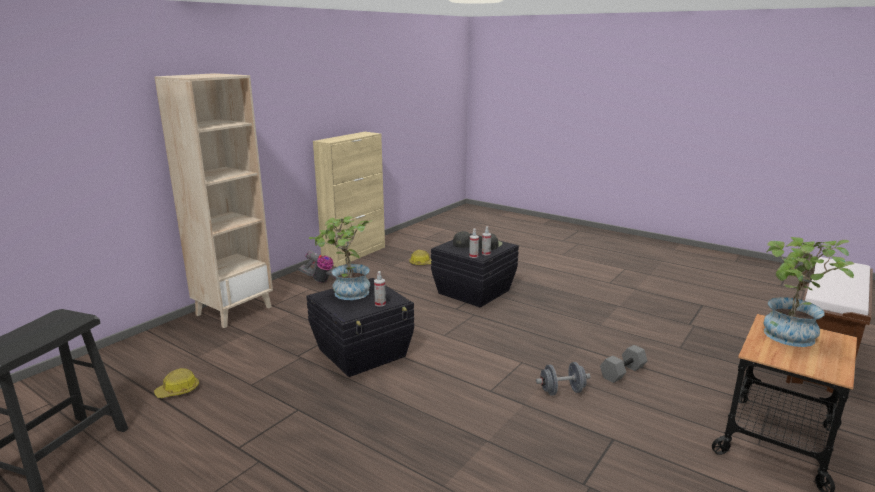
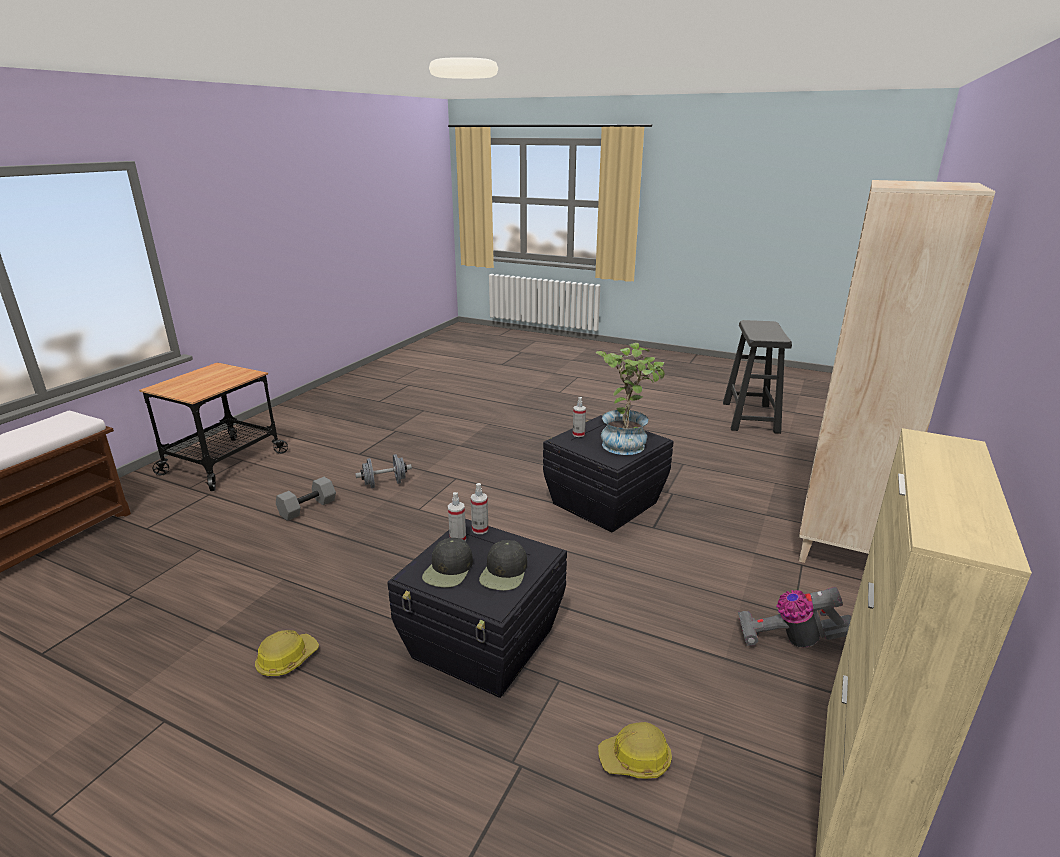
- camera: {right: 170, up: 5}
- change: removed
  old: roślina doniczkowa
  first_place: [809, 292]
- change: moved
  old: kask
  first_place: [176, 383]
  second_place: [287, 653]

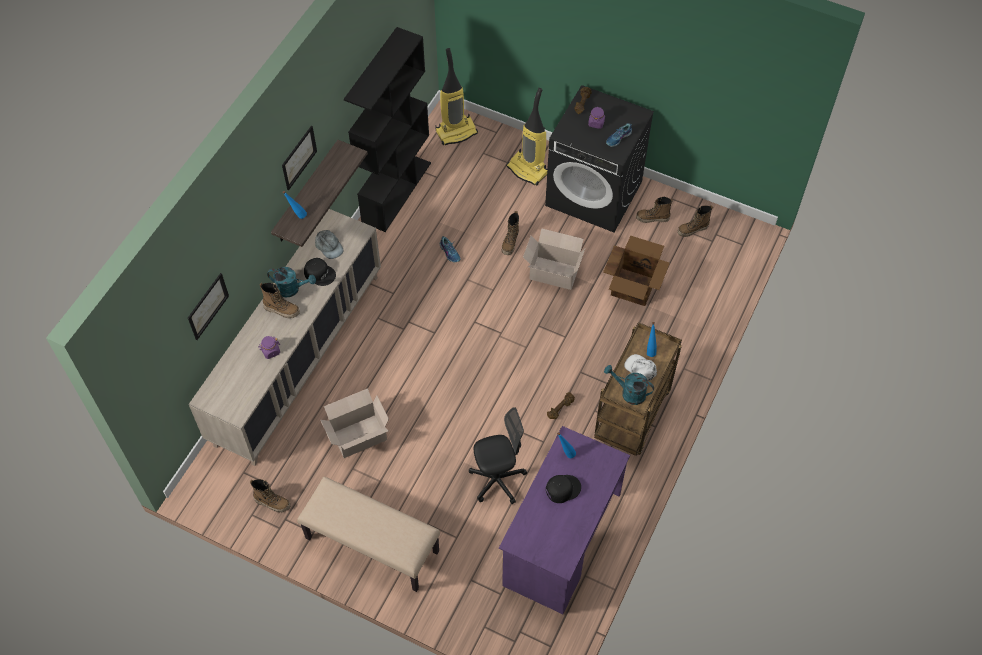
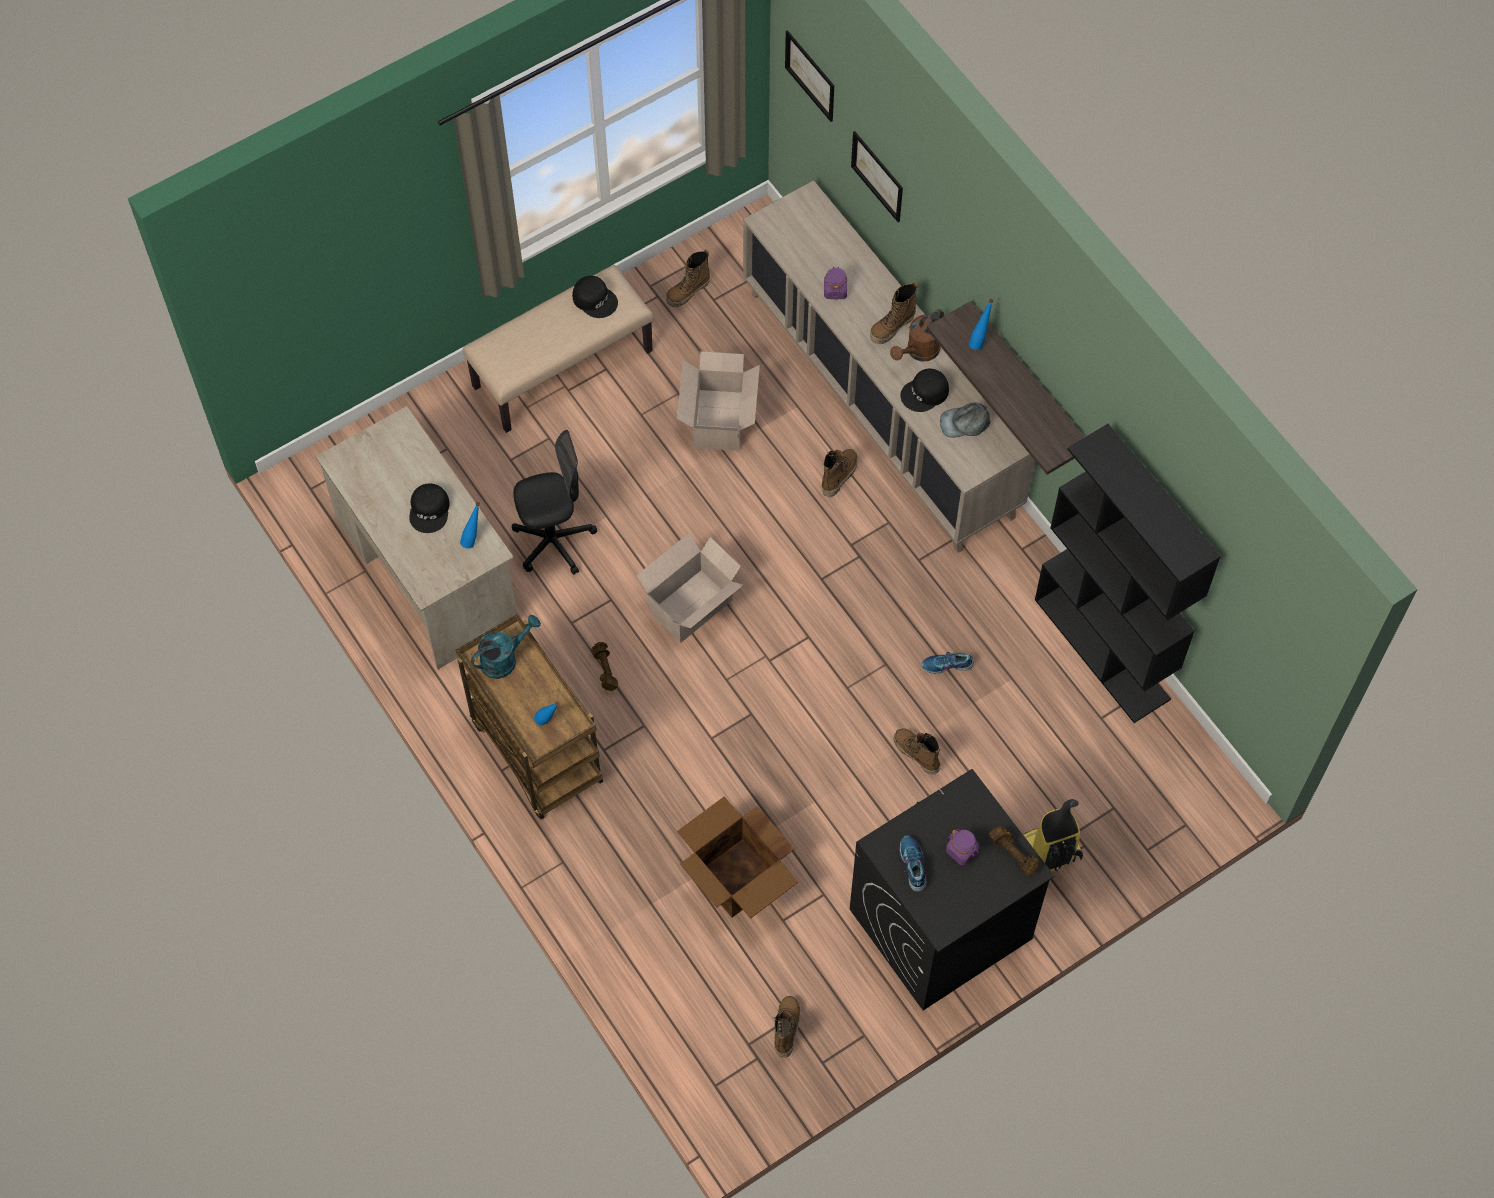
- camera: {right: 120, up: 5}
- change: removed
  old: odkurzacz
  first_place: [456, 96]
- change: moved
  old: obraz
  first_place: [299, 158]
  second_place: [809, 76]
- change: moved
  old: but z cholewką
  first_place: [654, 210]
  second_place: [839, 473]
- change: moved
  old: karton
  first_place: [554, 259]
  second_place: [690, 588]
- change: recoloured
  old: konewka/turkusowy
  new: konewka/brązowy
  first_place: [291, 282]
  second_place: [917, 335]
- change: removed
  old: czapka z daszkiem/biały
  first_place: [640, 367]
- change: turned
  old: krzesło biurowe/czarny
  first_place: [498, 455]
  second_place: [554, 502]
  degrees: -120
- change: recoloured
  old: biurko/fioletowy
  new: biurko/beżowy
  first_place: [564, 520]
  second_place: [416, 537]
- change: added
  new: czapka z daszkiem/czarny
  second_place: [595, 297]

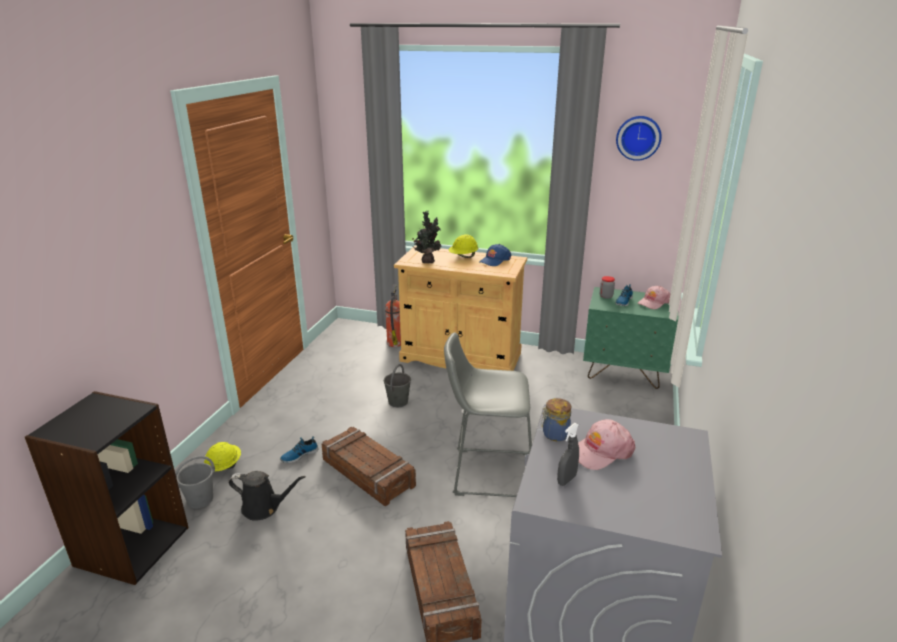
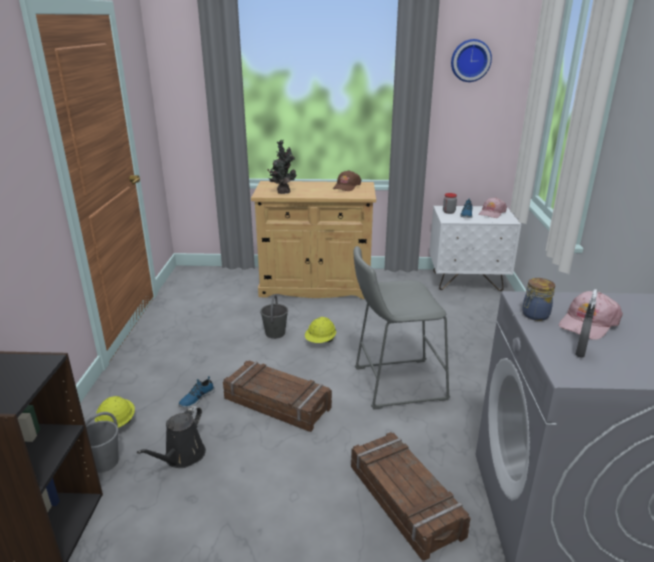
- camera: {right: -15, up: 0}
- change: moved
  old: kask/żółty
  first_place: [463, 246]
  second_place: [320, 330]
- change: recoloured
  old: czapka z daszkiem/niebieski
  new: czapka z daszkiem/brązowy
  first_place: [495, 255]
  second_place: [347, 180]
- change: removed
  old: gaśnica
  first_place: [393, 316]
- change: recoloured
  old: szafka nocna/zielony
  new: szafka nocna/biały
  first_place: [630, 338]
  second_place: [475, 248]
- change: turned
  old: konewka/czarny
  first_place: [267, 496]
  second_place: [171, 437]
  degrees: 120

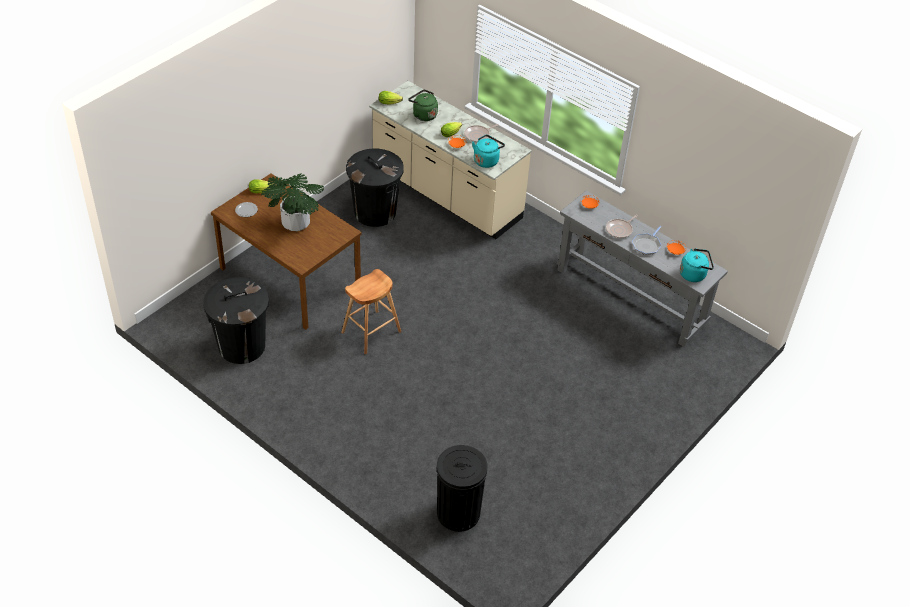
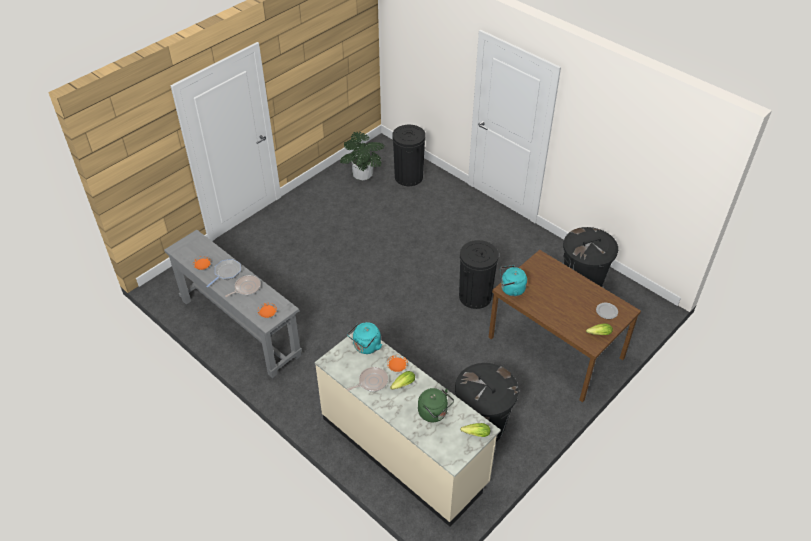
- camera: {right: -175, up: 0}
- change: moved
  old: roślina doniczkowa
  first_place: [292, 202]
  second_place: [362, 156]
- change: moved
  old: czajnik/turkusowy
  first_place: [697, 265]
  second_place: [513, 280]
- change: replaced
  old: stołek/brązowy
  new: kosz na śmieci/czarny
  first_place: [371, 311]
  second_place: [479, 274]

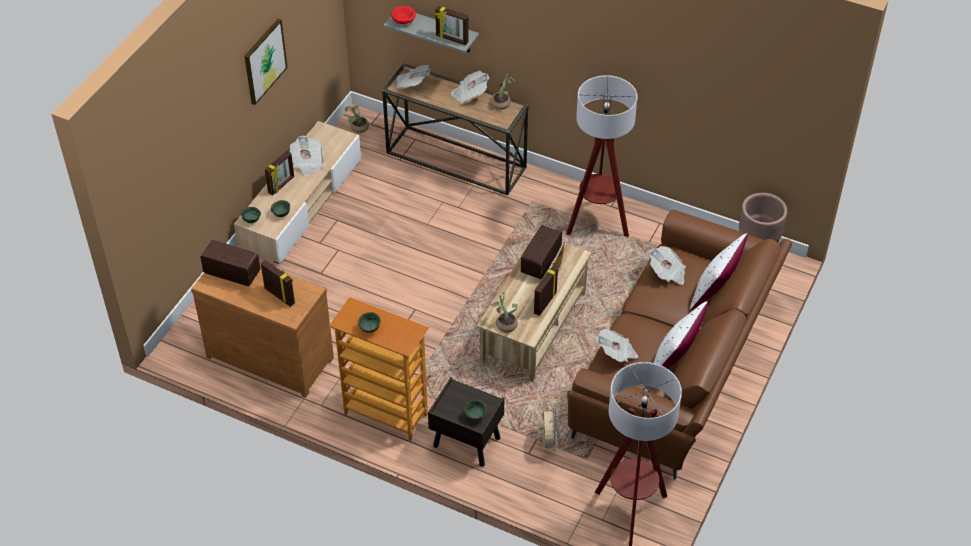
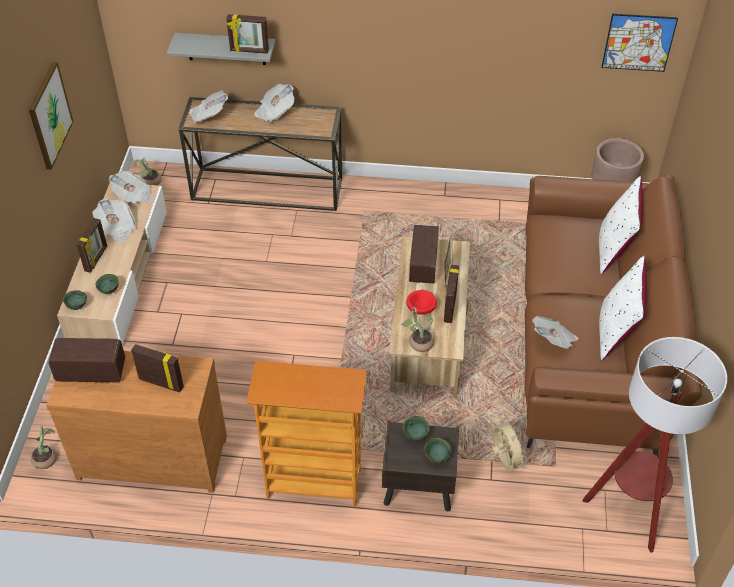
- camera: {right: -20, up: 0}
- change: moved
  old: miska/czerwony
  first_place: [403, 15]
  second_place: [421, 302]
- change: moved
  old: roślina doniczkowa
  first_place: [503, 92]
  second_place: [43, 447]
- change: removed
  old: lampa stojąca
  first_place: [602, 156]
- change: moved
  old: gazeta
  first_place: [668, 265]
  second_place: [130, 187]
- change: moved
  old: miska/zielony
  first_place: [369, 322]
  second_place: [416, 428]
- change: added
  new: obraz
  second_place: [639, 43]

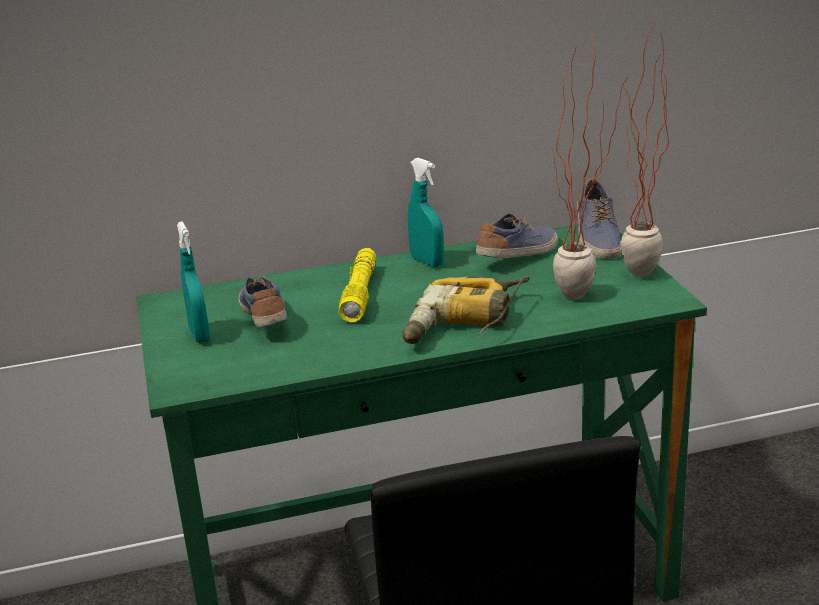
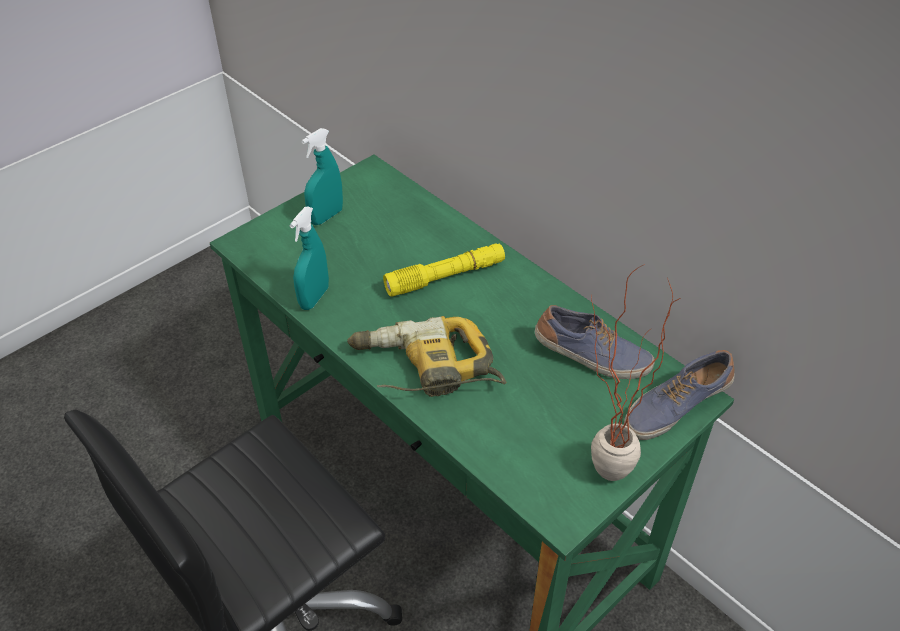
- camera: {right: 60, up: 20}
- change: removed
  old: roślina doniczkowa
  first_place: [589, 169]
- change: moved
  old: spryskiwacz/turkusowy
  first_place: [426, 212]
  second_place: [309, 258]
- change: removed
  old: but
  first_place: [263, 301]

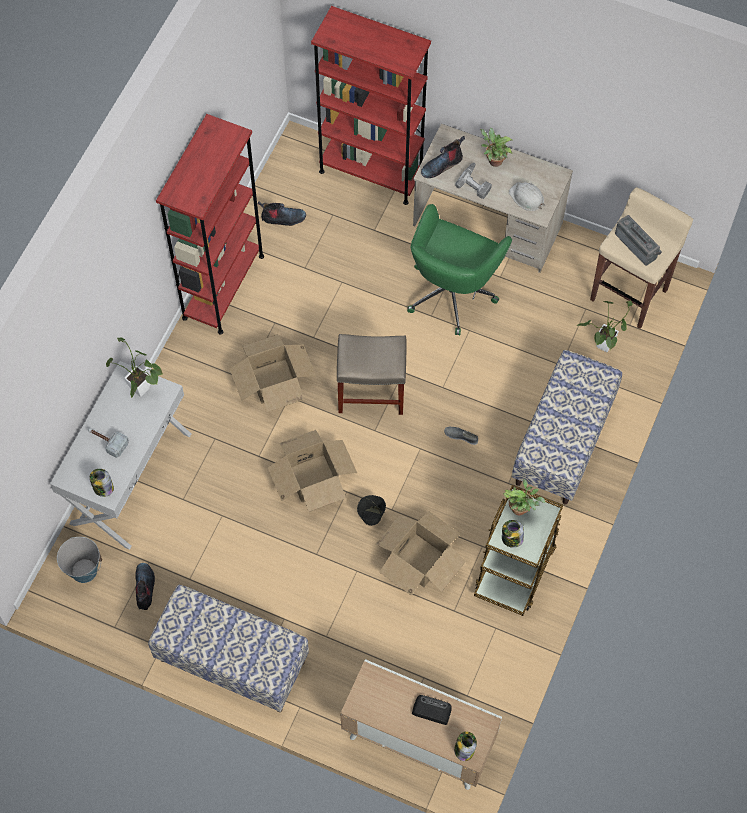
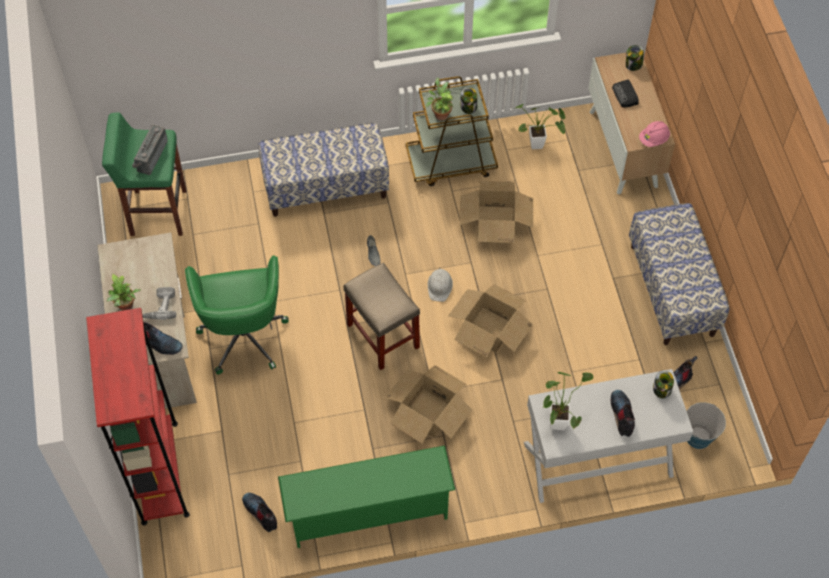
- camera: {right: -125, up: -5}
- change: replaced
  old: regał/czerwony
  new: regał na buty/zielony
  first_place: [210, 224]
  second_place: [366, 496]
- change: moved
  old: kask/biały
  first_place: [527, 196]
  second_place: [440, 284]
- change: recoloured
  old: stołek/beżowy
  new: stołek/zielony
  first_place: [642, 258]
  second_place: [144, 174]
- change: turned
  old: krzesło biurowe/zielony
  first_place: [459, 269]
  second_place: [237, 314]
  degrees: 90
- change: moved
  old: roślina doniczkowa
  first_place: [605, 326]
  second_place: [540, 126]
- change: replaced
  old: młotek
  new: but z cholewką
  first_place: [108, 443]
  second_place: [623, 413]
- change: removed
  old: wiadro/czarny
  first_place: [371, 510]
- change: added
  new: kask/różowy
  second_place: [654, 134]

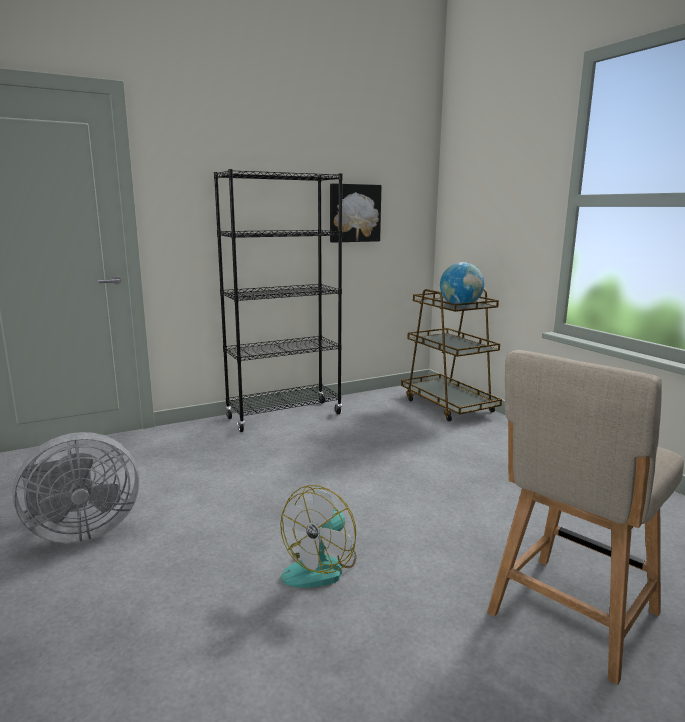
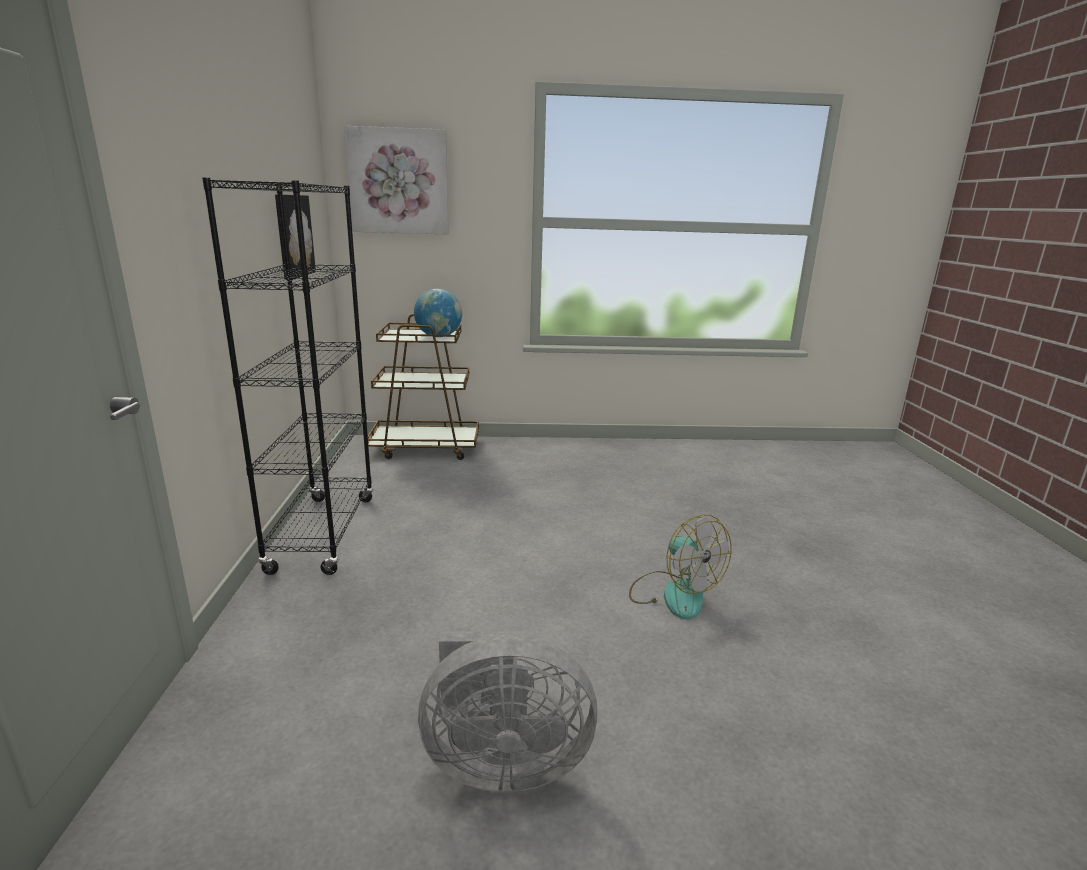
- camera: {right: -65, up: 5}
- change: removed
  old: krzesło/beżowy
  first_place: [585, 517]
- change: turned
  old: wentylator/szary
  first_place: [75, 487]
  second_place: [507, 711]
  degrees: 90
- change: added
  new: obraz
  second_place: [396, 180]

